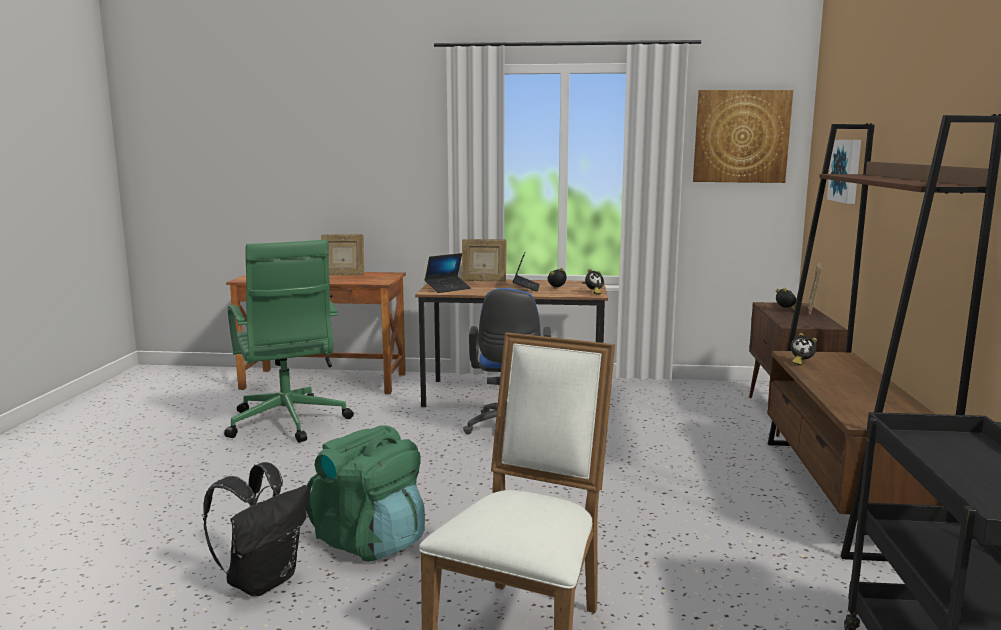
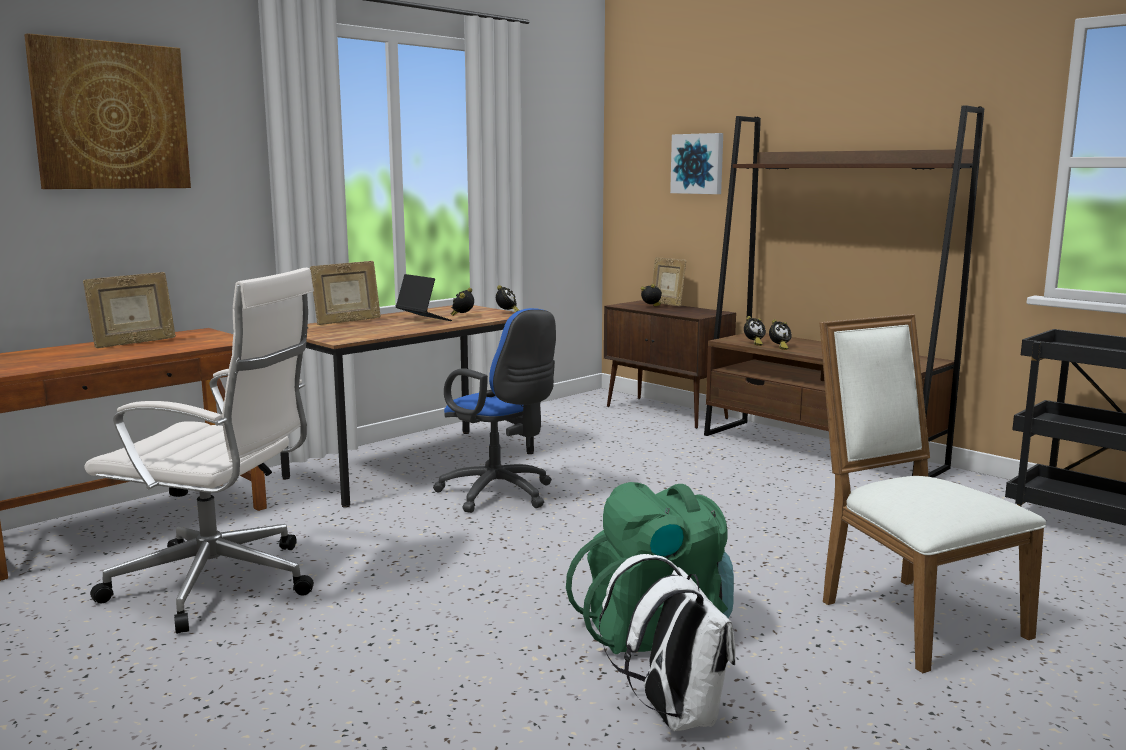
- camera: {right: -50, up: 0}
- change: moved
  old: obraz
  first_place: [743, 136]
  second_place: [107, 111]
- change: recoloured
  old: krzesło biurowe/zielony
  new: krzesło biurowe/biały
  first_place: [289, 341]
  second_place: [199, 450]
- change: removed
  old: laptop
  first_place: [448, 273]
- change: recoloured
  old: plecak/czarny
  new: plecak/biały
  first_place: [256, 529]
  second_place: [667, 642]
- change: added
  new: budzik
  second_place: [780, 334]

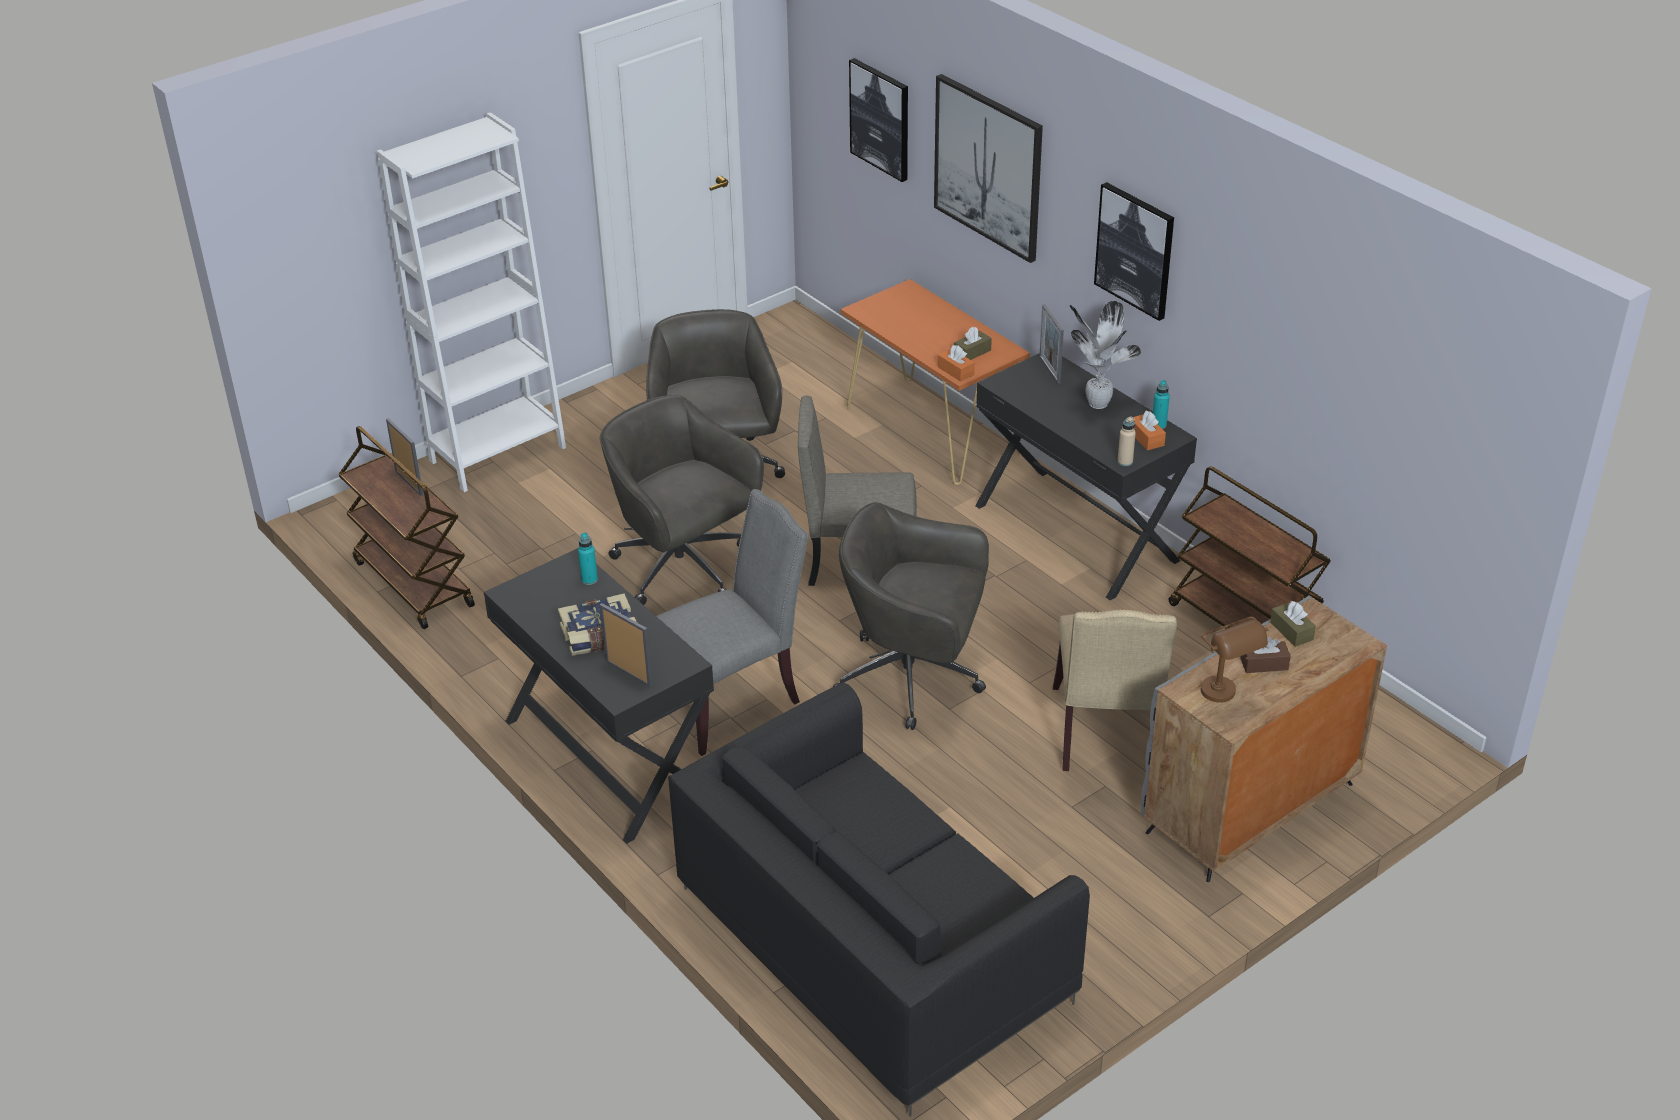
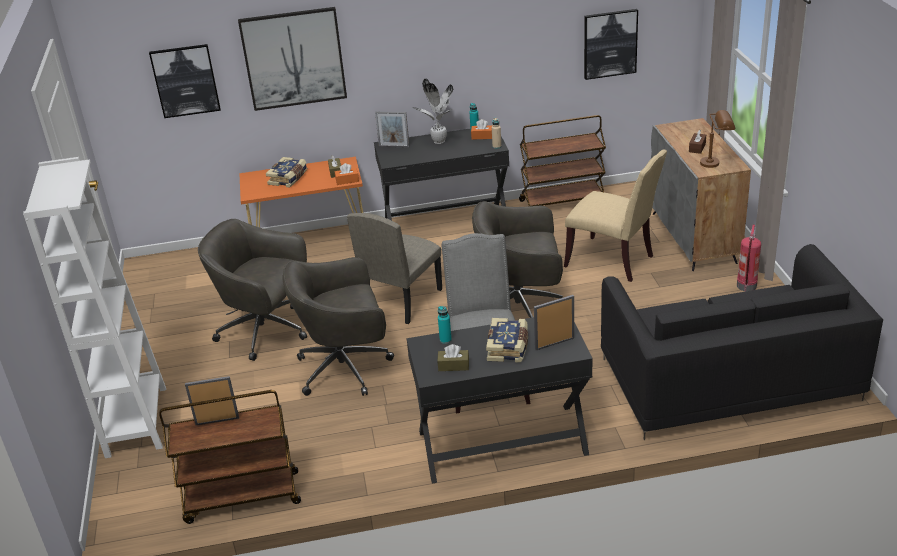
- camera: {right: -60, up: -5}
- change: moved
  old: obraz
  first_place: [1134, 251]
  second_place: [611, 44]
- change: turned
  old: krzesło biurowe/szary
  first_place: [911, 616]
  second_place: [517, 259]
  degrees: 45
- change: moved
  old: pudełko chusteczek/brązowy
  first_place: [1293, 624]
  second_place: [453, 357]
- change: added
  new: książka
  second_place: [286, 172]
- change: added
  new: gaśnica
  second_place: [749, 258]

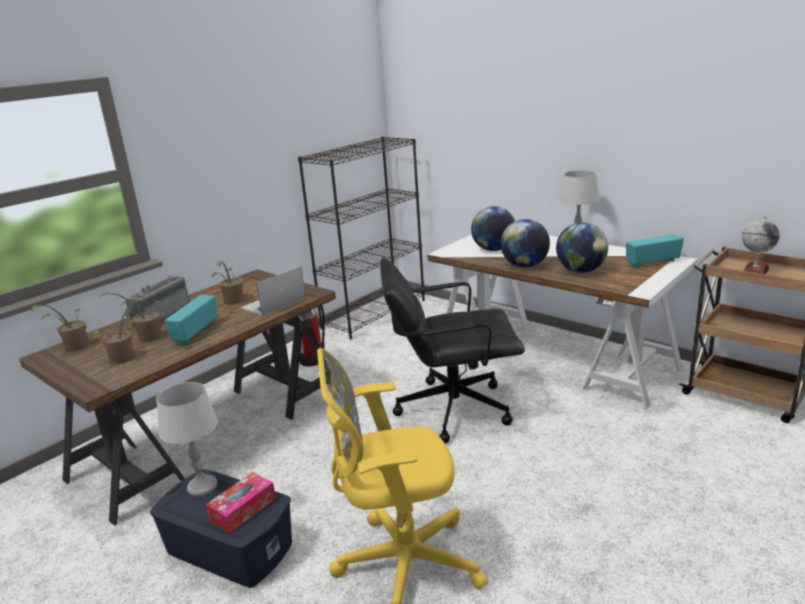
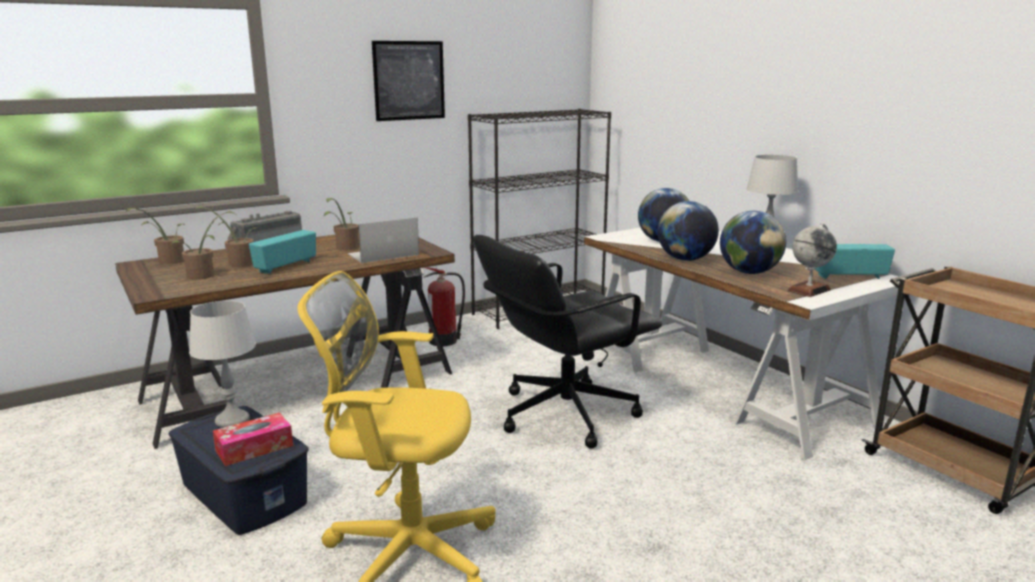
- camera: {right: 15, up: -5}
- change: moved
  old: globus
  first_place: [761, 245]
  second_place: [812, 260]
- change: turned
  old: krzesło biurowe/czarny
  first_place: [452, 350]
  second_place: [567, 342]
  degrees: -45
- change: added
  new: obraz
  second_place: [408, 81]

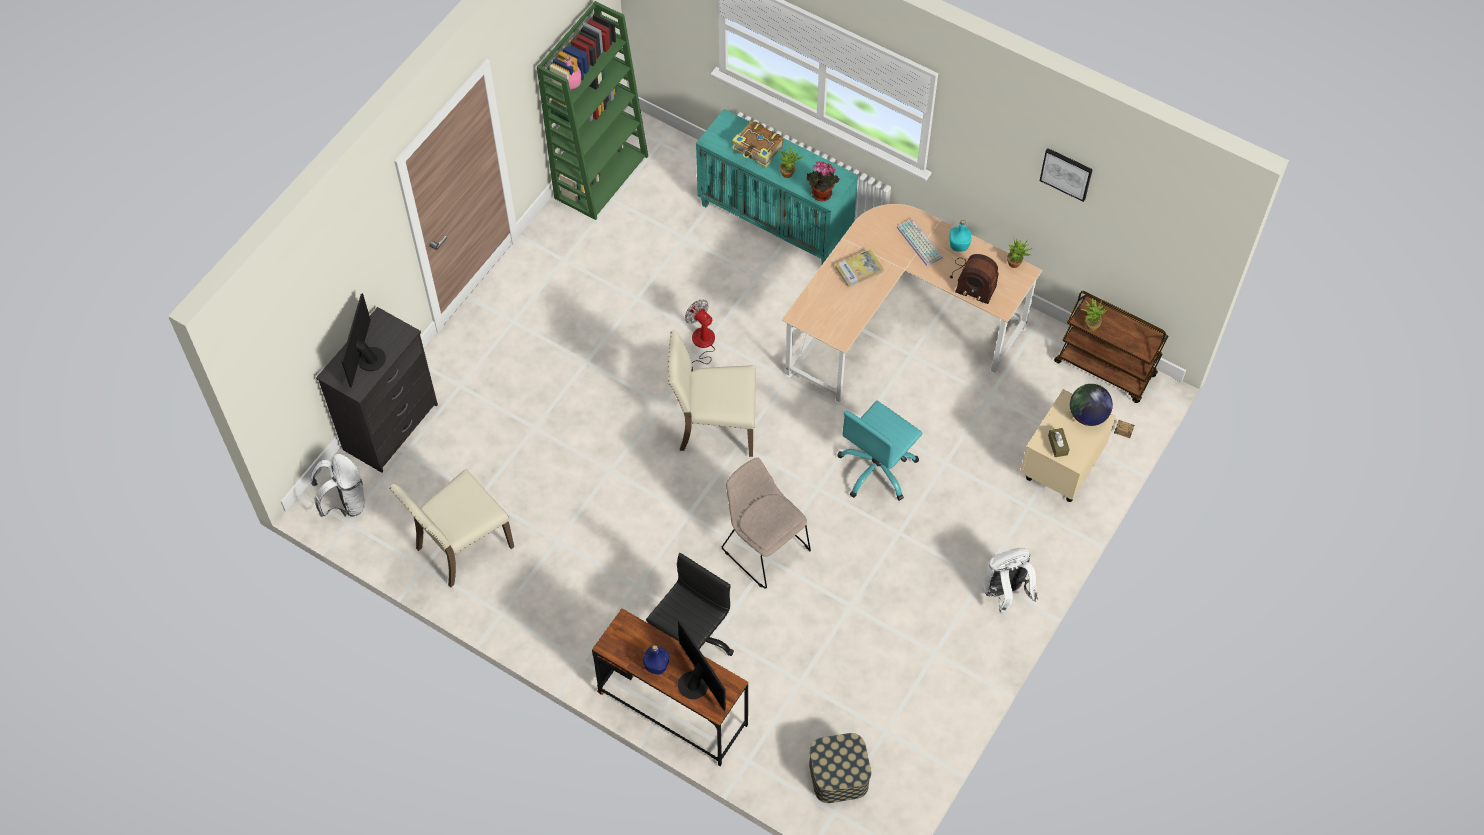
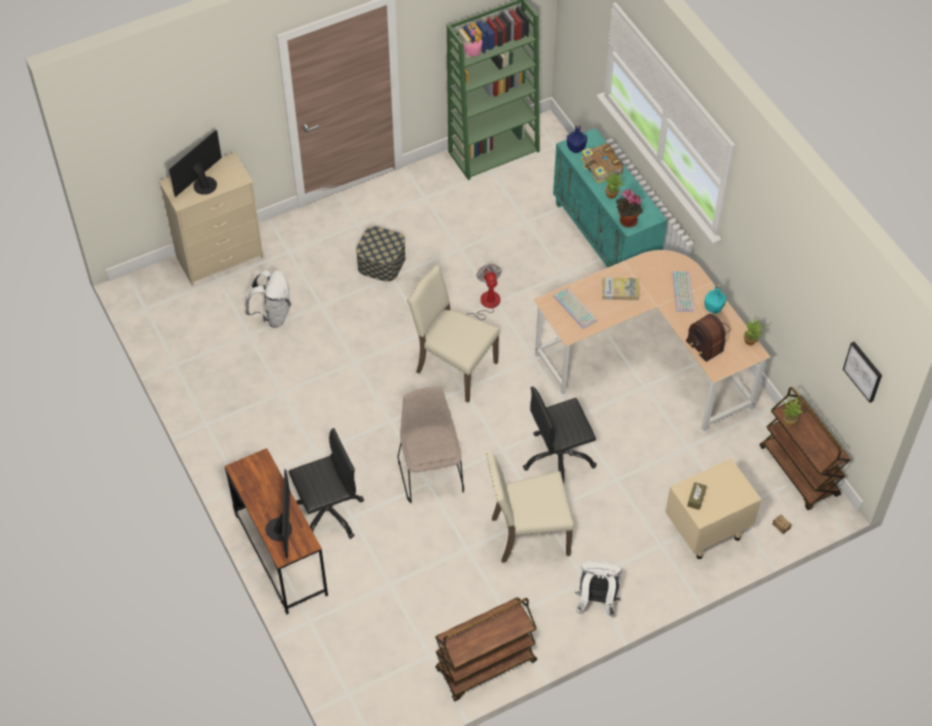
- camera: {right: 30, up: -5}
- change: moved
  old: obraz
  first_place: [1066, 175]
  second_place: [862, 372]
- change: recoloured
  old: komoda/czarny
  new: komoda/beżowy
  first_place: [377, 390]
  second_place: [211, 219]
- change: removed
  old: globus
  first_place: [1091, 405]
- change: recoloured
  old: krzesło biurowe/turkusowy
  new: krzesło biurowe/czarny
  first_place: [880, 451]
  second_place: [560, 435]
- change: moved
  old: plecak/biały
  first_place: [338, 485]
  second_place: [268, 299]
- change: moved
  old: krzesło/beżowy
  first_place: [451, 528]
  second_place: [530, 507]
- change: moved
  old: butelka/niebieski
  first_place: [656, 660]
  second_place: [577, 138]
- change: moved
  old: pojemnik do przechowywania
  first_place: [840, 768]
  second_place: [381, 254]
- change: added
  new: klawiatura
  second_place: [575, 308]
- change: added
  new: wózek/brązowy
  second_place: [486, 649]

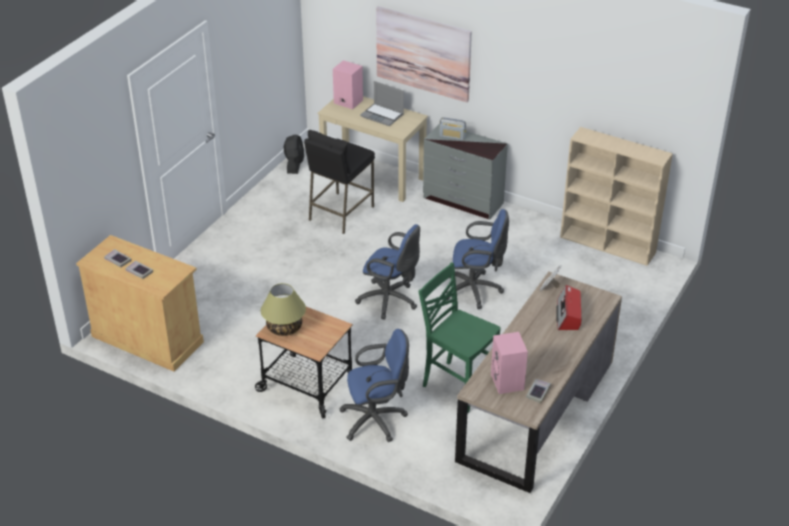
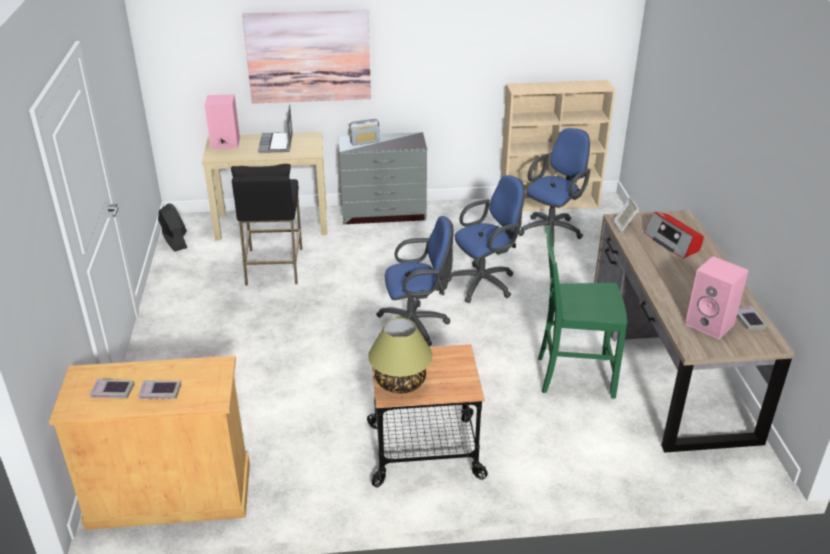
- camera: {right: -35, up: -5}
- change: turned
  old: laptop
  first_place: [382, 103]
  second_place: [275, 128]
  degrees: 90
- change: moved
  old: krzesło biurowe/niebieski
  first_place: [374, 385]
  second_place: [554, 188]

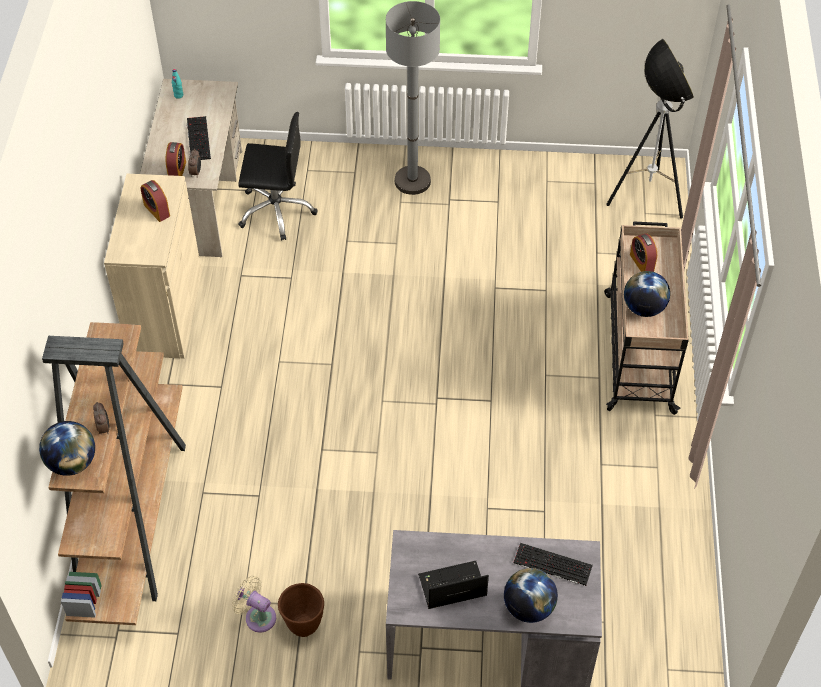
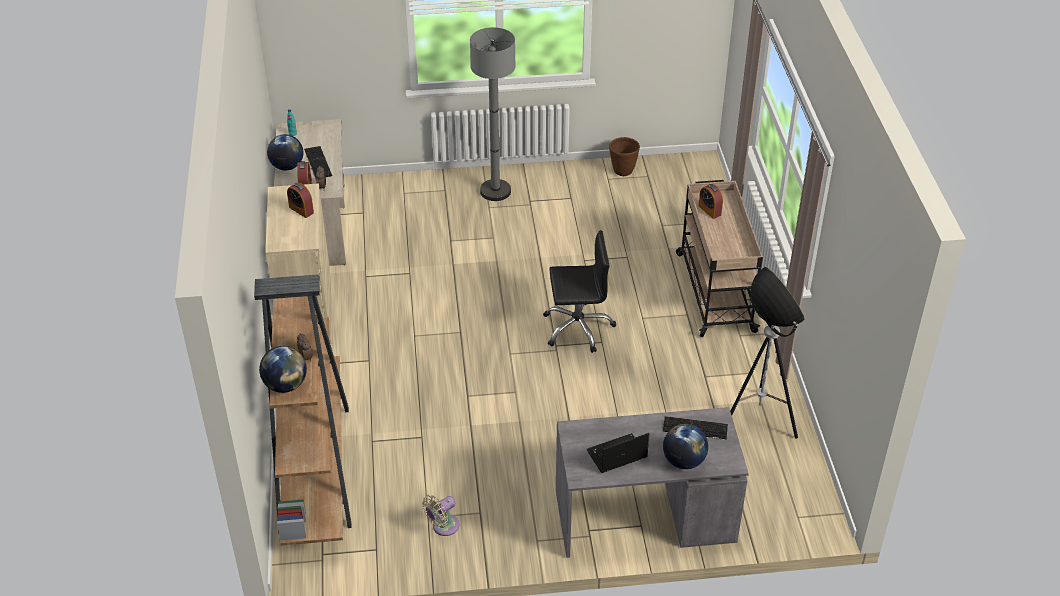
- camera: {right: -10, up: -10}
- change: moved
  old: lampa stojąca
  first_place: [650, 128]
  second_place: [767, 353]
- change: moved
  old: krzesło biurowe/czarny
  first_place: [277, 176]
  second_place: [579, 291]
- change: moved
  old: globus
  first_place: [647, 294]
  second_place: [285, 152]
- change: turned
  old: wentylator/beżowy
  first_place: [254, 604]
  second_place: [440, 515]
  degrees: -60
- change: moved
  old: donica/brązowy
  first_place: [301, 610]
  second_place: [624, 156]

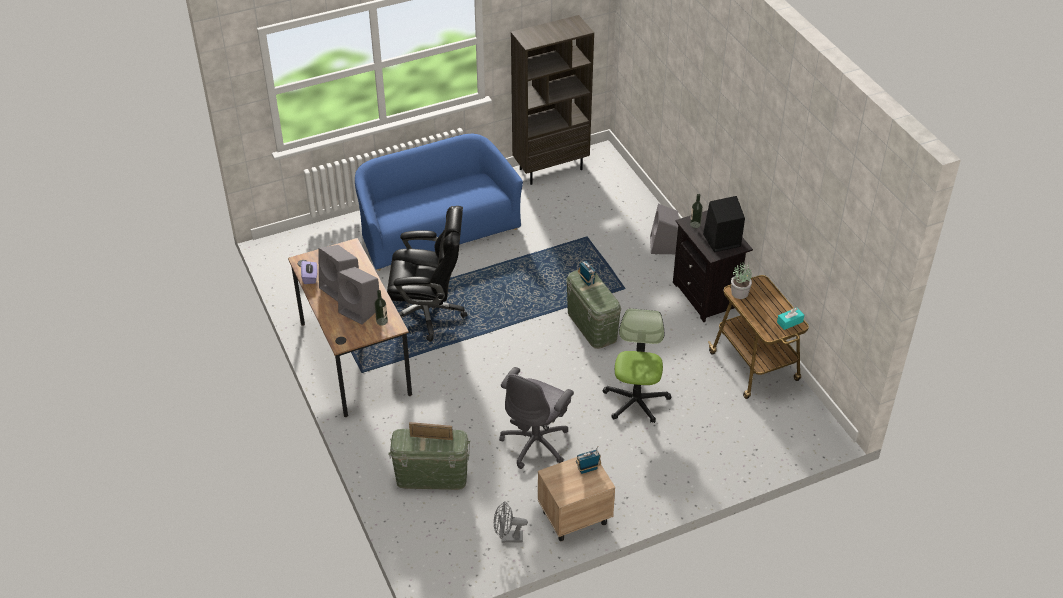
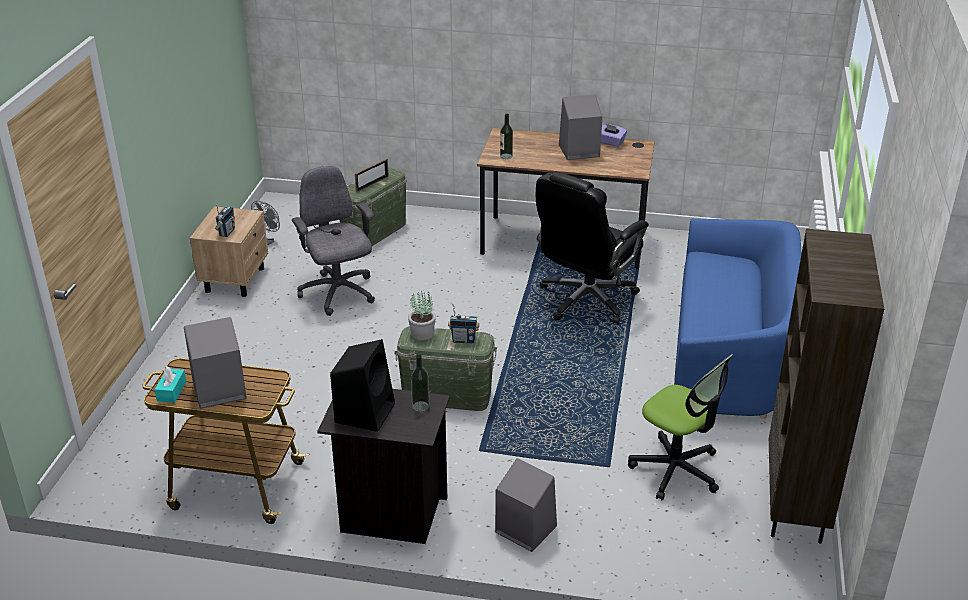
- camera: {right: 125, up: -10}
- change: moved
  old: roślina doniczkowa
  first_place: [741, 281]
  second_place: [422, 316]
- change: moved
  old: głośnik/szary
  first_place: [358, 296]
  second_place: [215, 363]
- change: moved
  old: krzesło biurowe
  first_place: [636, 365]
  second_place: [681, 427]

